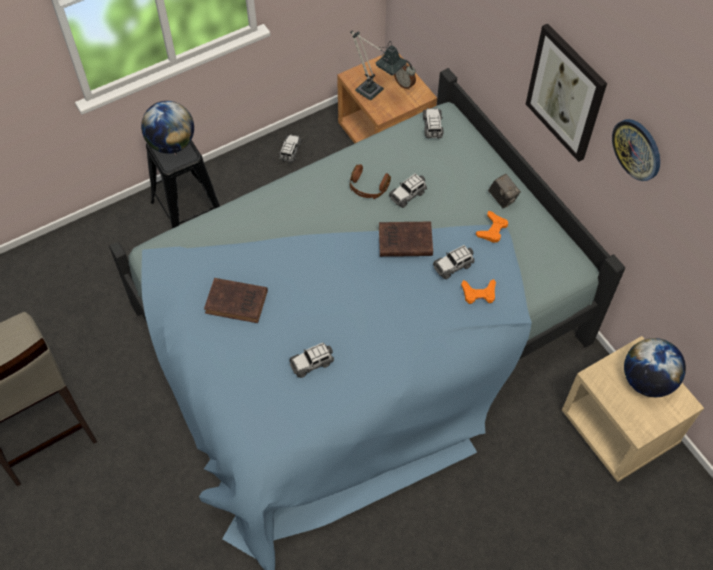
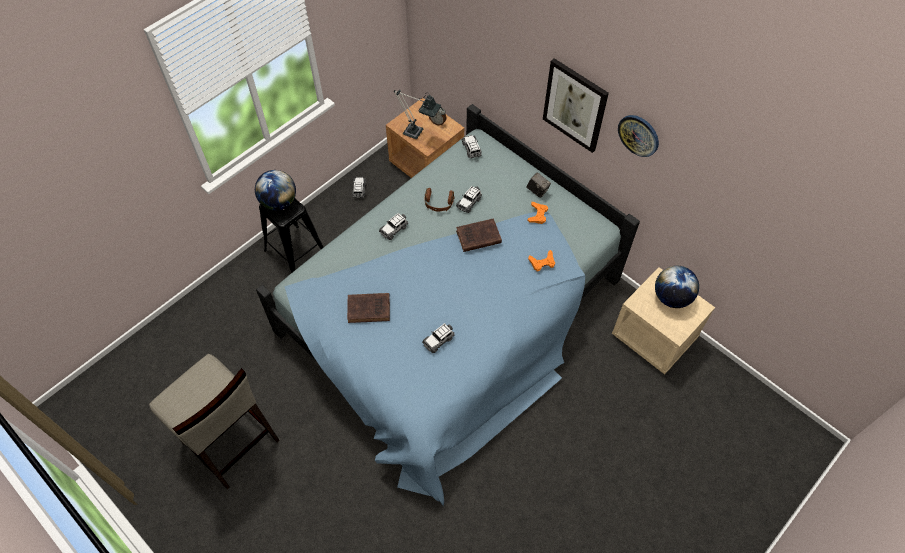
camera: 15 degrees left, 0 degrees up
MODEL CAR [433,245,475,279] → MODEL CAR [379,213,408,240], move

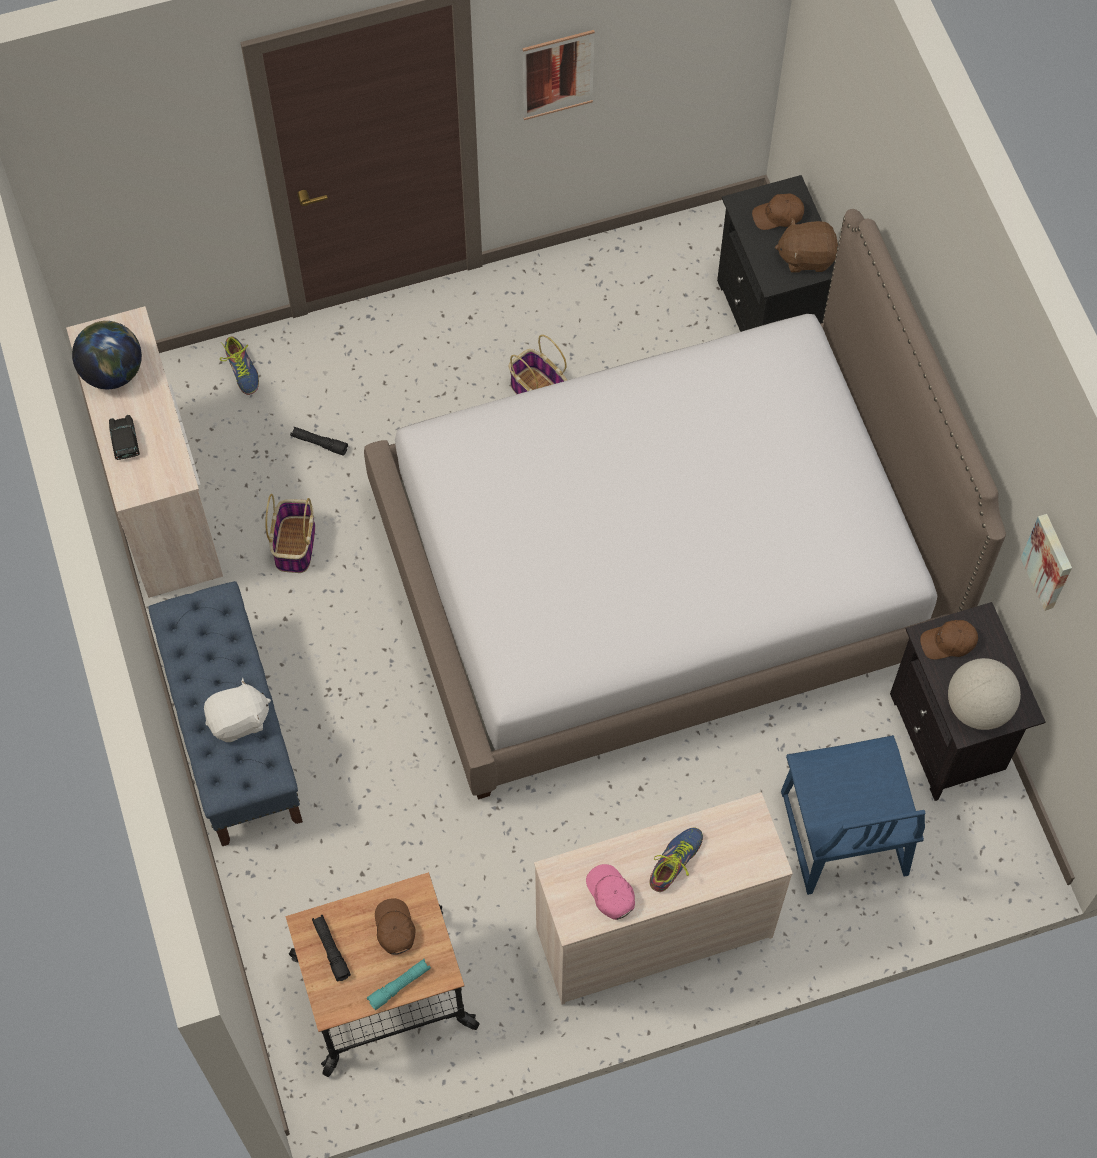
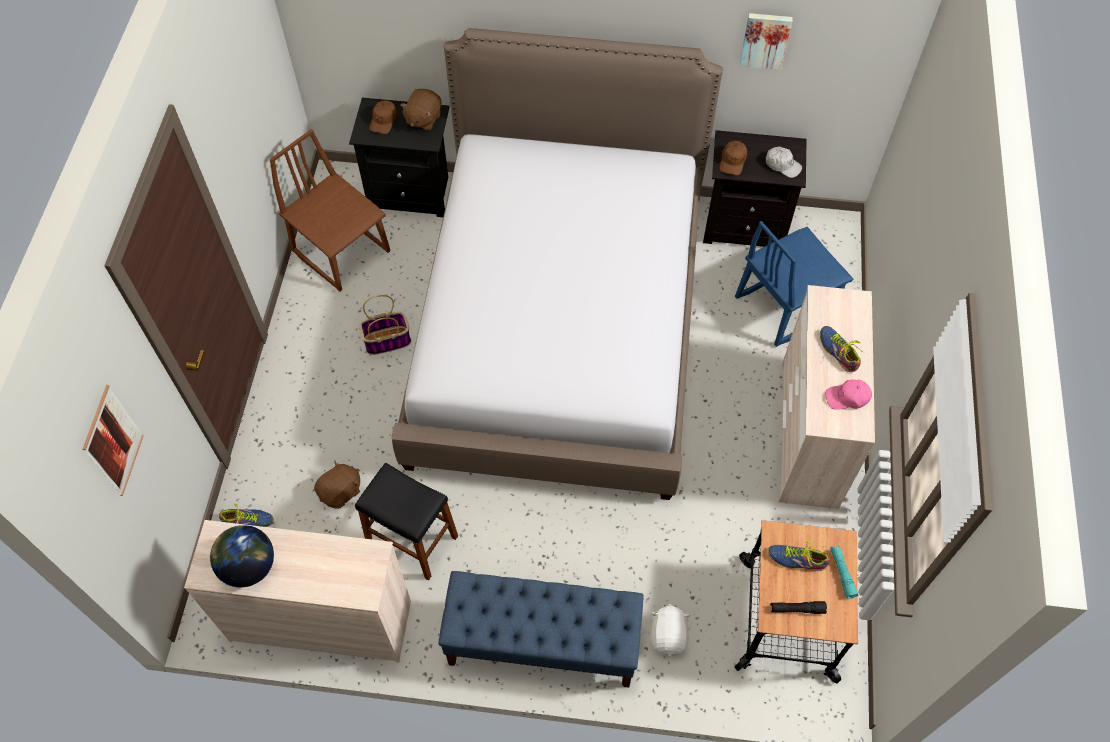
camera: 65 degrees left, 5 degrees down
BLACKISH MODEL CAR [109,415,140,460] → -
WHITE-COLOURED SOFT TOY [204,678,271,742] → WHITE-COLOURED SOFT TOY [651,604,691,656], move
STORAGE BASKET [265,494,315,573] → BLACKISH STOOL [355,463,458,580]
BLACKISH TORCH [290,427,348,456] → BROWNISH SOFT TOY [314,460,360,509]
BROWNISH BASEBALL CAP [375,898,416,955] → SHOE [768,539,829,571]
PICTURE [522,30,595,120] → PICTURE [83,385,144,496], move
BLUE-COLOURED PLAIN CHAIR [781,735,925,895] → BLUE-COLOURED PLAIN CHAIR [735,221,853,347], 135 degrees clockwise
GLOBE [948,658,1021,730] → WHITE-COLOURED BASEBALL CAP [766,147,802,178]
- → BROWNISH PLAIN CHAIR [269,129,390,292]

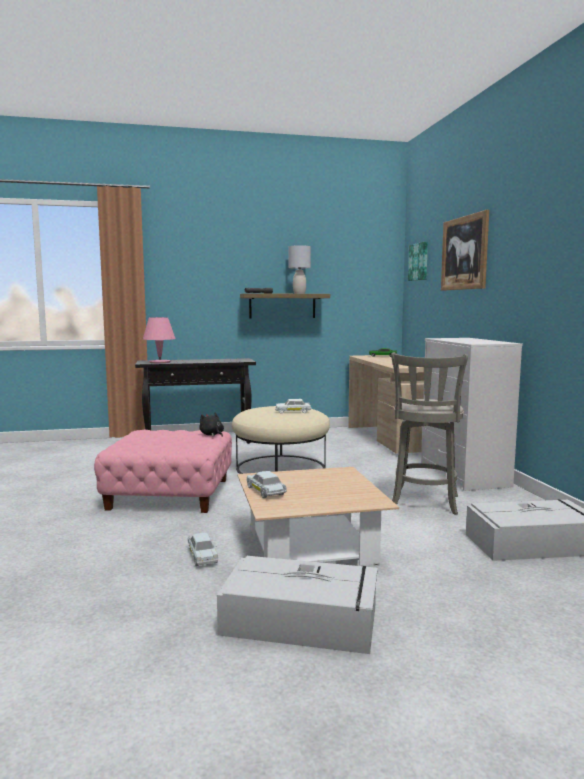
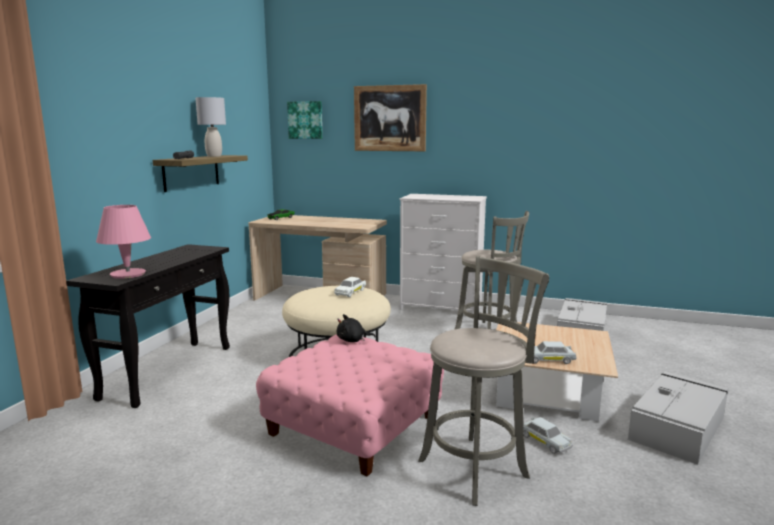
camera: 60 degrees left, 5 degrees up
WHITE-COLOURED MODEL CAR [188,533,218,566] → WHITE-COLOURED MODEL CAR [523,417,573,454], 45 degrees clockwise
- → GREY STOOL [418,256,549,506]

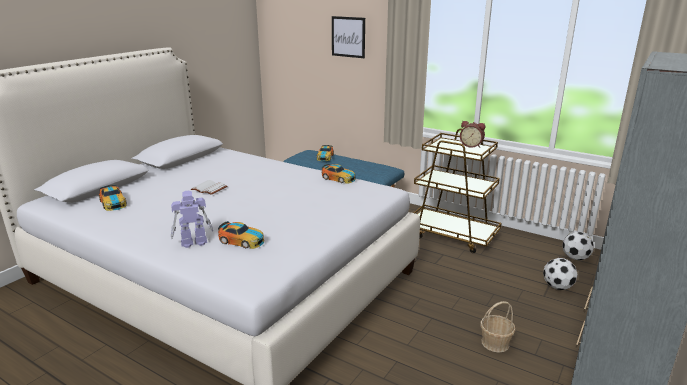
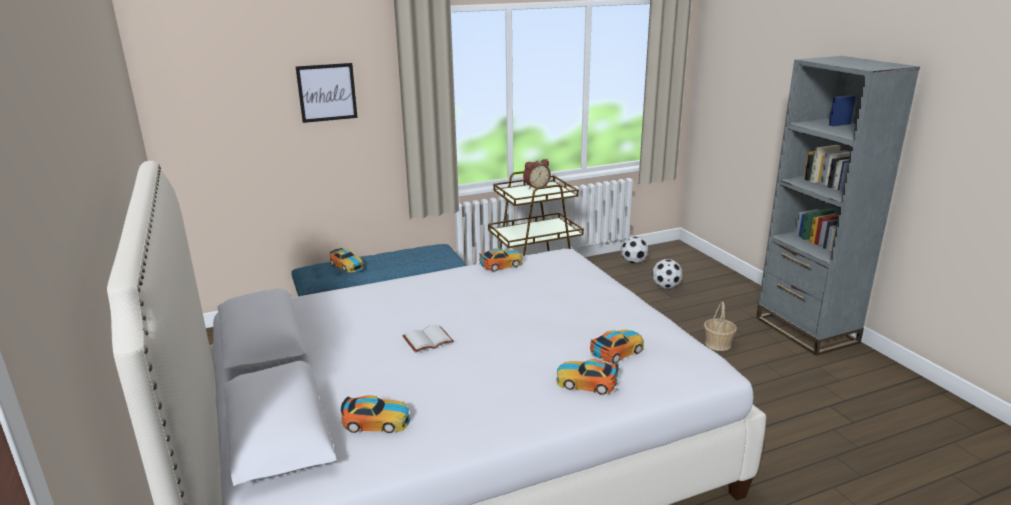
camera: 55 degrees left, 0 degrees up
ROBOT FIGURE [171,191,213,248] → MODEL CAR [556,359,619,395]

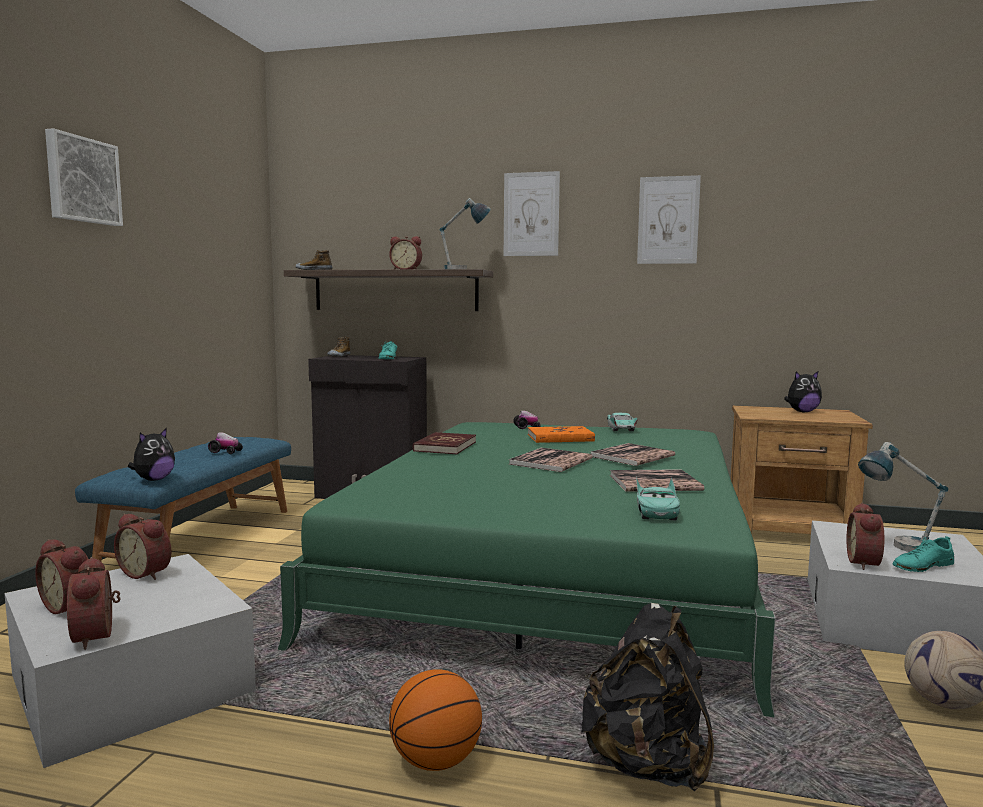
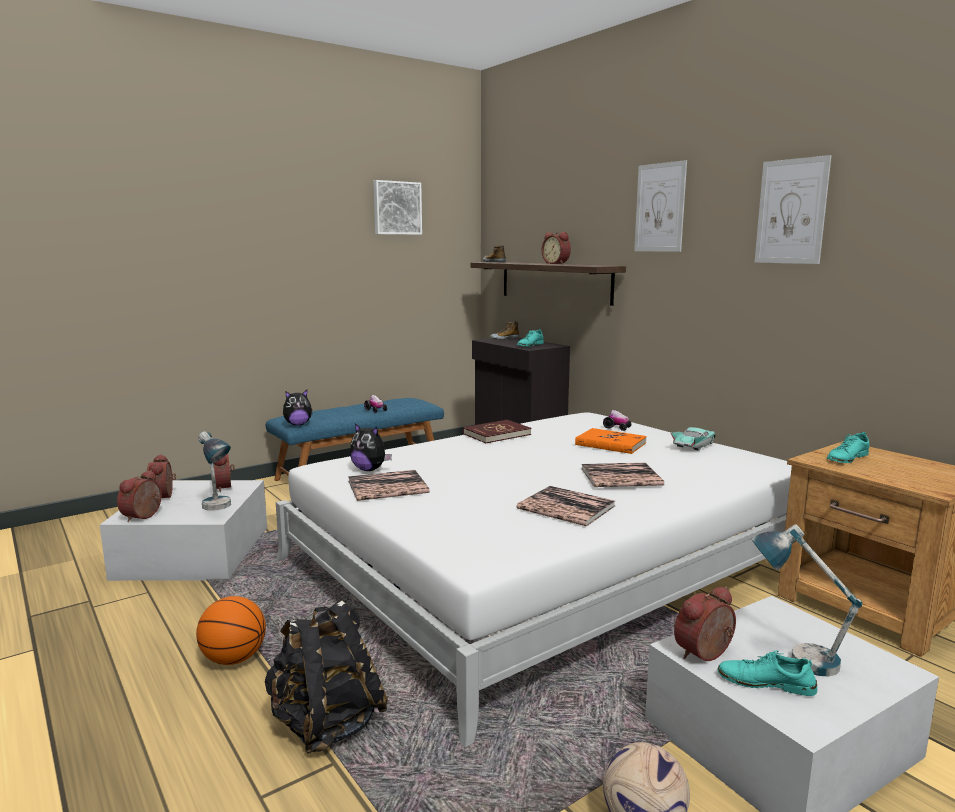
camera: 40 degrees right, 5 degrees up
PICTURE [45,128,123,226] → PICTURE [373,180,422,235], move
GREEN-COLOURED BEDROOM BED [277,422,776,717] → WHITE-COLOURED BEDROOM BED [276,412,792,747]
LAMP FOR A TABLE [440,198,491,269] → LAMP FOR A TABLE [198,431,231,511], move
BOUND BOOK [508,448,593,472] → BOUND BOOK [348,470,429,501], move
TURQUOISE MODEL CAR [636,476,680,520] → -
SOFT TOY [784,371,822,412] → SOFT TOY [350,423,392,471], move
- → TURQUOISE SHOE [827,432,869,463]

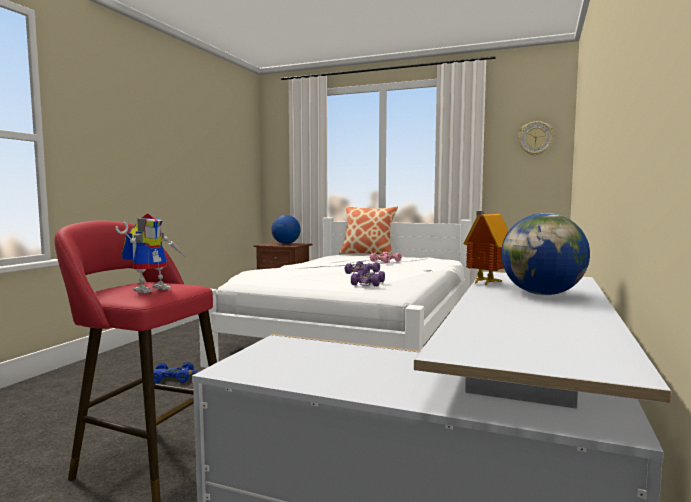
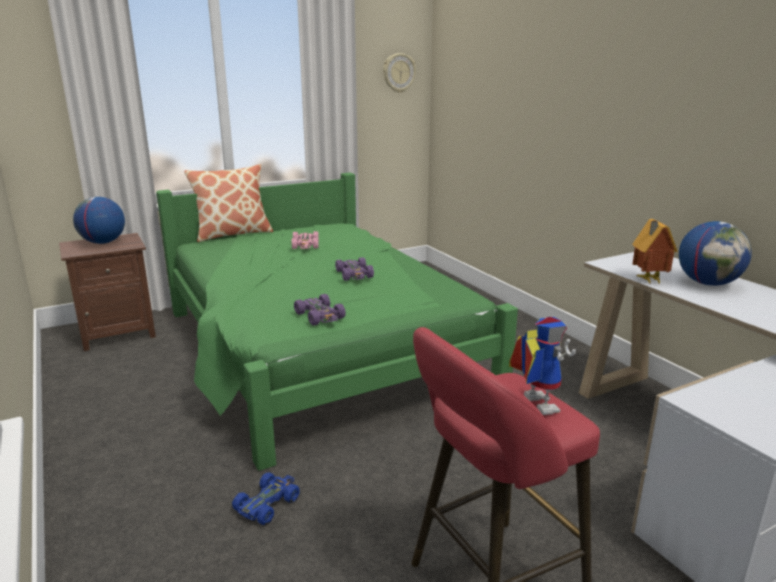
camera: 50 degrees left, 15 degrees up
WHITE-COLOURED BEDROOM BED [199,217,471,368] → GREEN-COLOURED BEDROOM BED [156,173,518,471]
PURPLISH MODEL CAR [351,270,385,286] → PURPLISH MODEL CAR [294,294,346,325], move

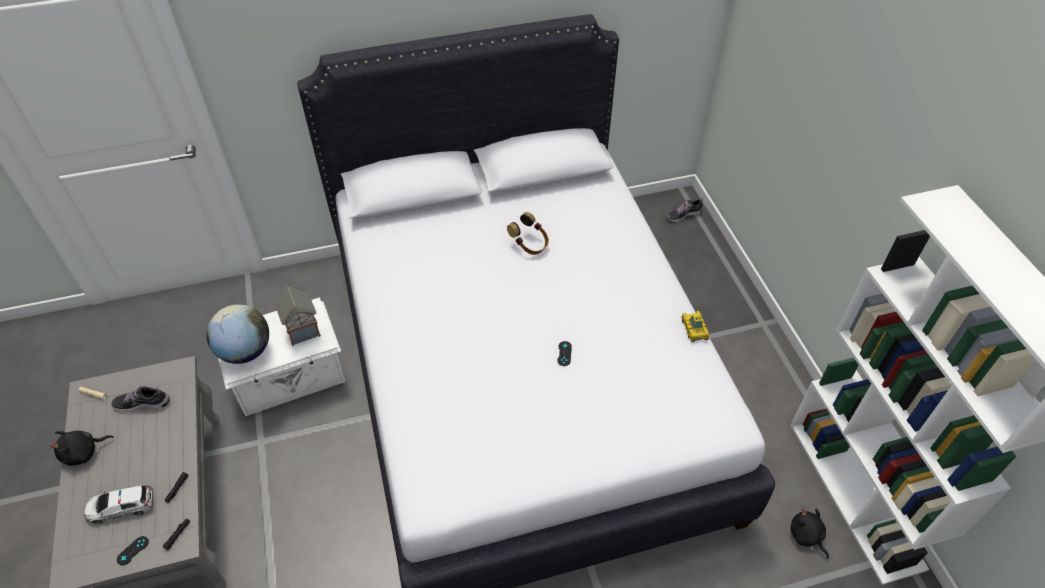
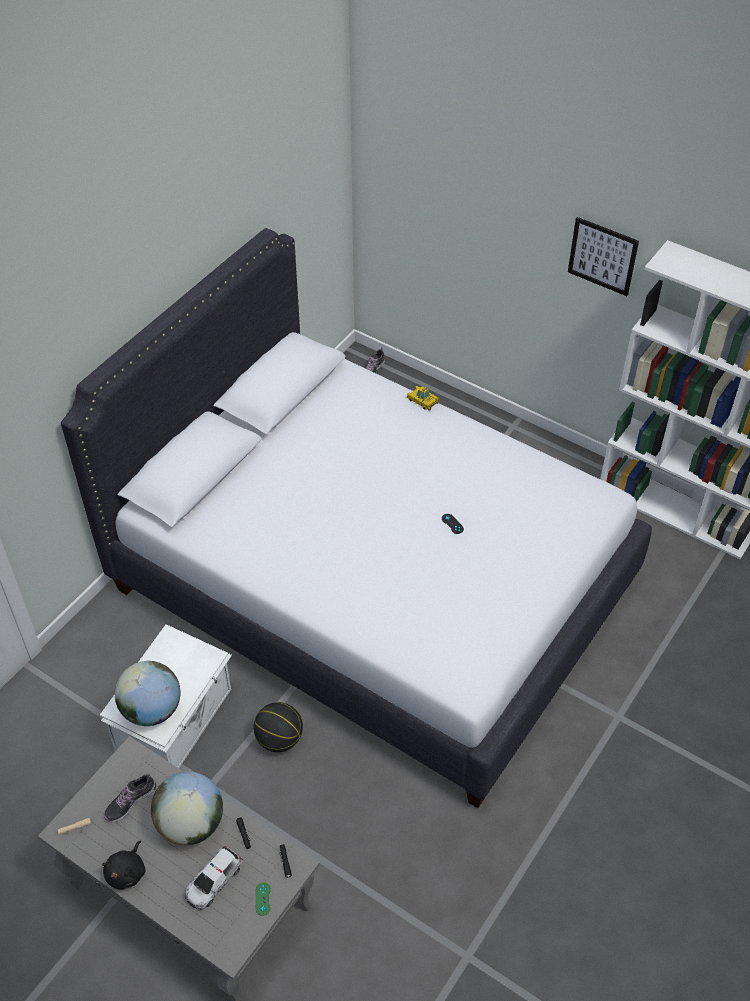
camera: 40 degrees left, 0 degrees up
BLACKISH JOYPAD [117,536,149,565] → GREEN-COLOURED JOYPAD [256,882,271,916]
MODEL HOUSE [274,284,321,346] → -
HEADSET [507,212,549,255] → -
MODEL CAR [681,311,709,342] → MODEL CAR [407,386,439,410], move
BLACKISH SOFT TOY [791,508,829,559] → -
- → GLOBE [151,772,223,845]
- → BALL FOR BASKETBALL [254,702,303,752]
- → PICTURE [568,217,639,296]

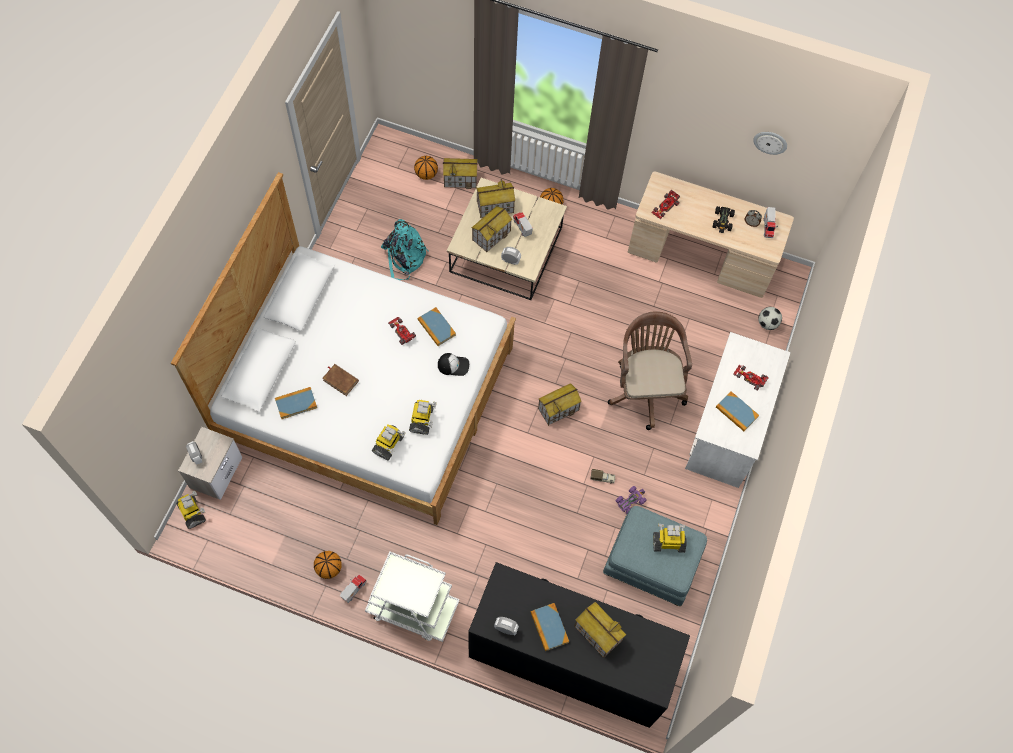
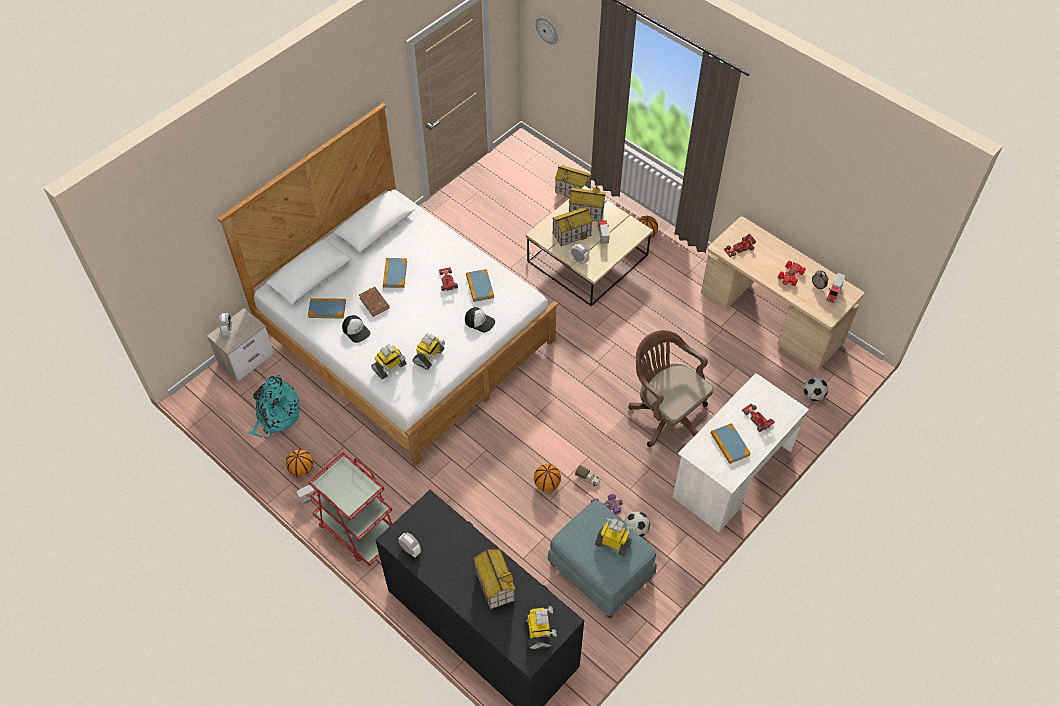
camera: 25 degrees right, 10 degrees down
ROBOT FIGURE [176,491,206,529] → ROBOT FIGURE [525,606,557,649], move
WHITE-COLOURED WHEELED CART [365,552,459,642] → RED-COLOURED WHEELED CART [308,452,392,566]
TURQUOISE KNAPSACK [381,219,429,280] → TURQUOISE KNAPSACK [249,375,301,439], move
BALL FOR BASKETBALL [414,156,438,180] → BALL FOR BASKETBALL [534,464,561,492], move
BOUND BOOK [531,603,569,651] → BOUND BOOK [383,258,407,288], move
MODEL HOUSE [538,383,582,426] → -
BROWNISH COMPUTER CHAIR [608,311,692,430] → BROWNISH COMPUTER CHAIR [628,330,713,447], 60 degrees counterclockwise
BLACKISH MODEL CAR [713,206,735,233] → RED-COLOURED MODEL CAR [778,261,806,286]
CLOCK ON THE WALL [753,132,787,155] → CLOCK ON THE WALL [536,17,558,44], move
- → BASEBALL CAP [342,315,370,343]
- → BALL FOR FOOTBALL [624,511,650,537]

